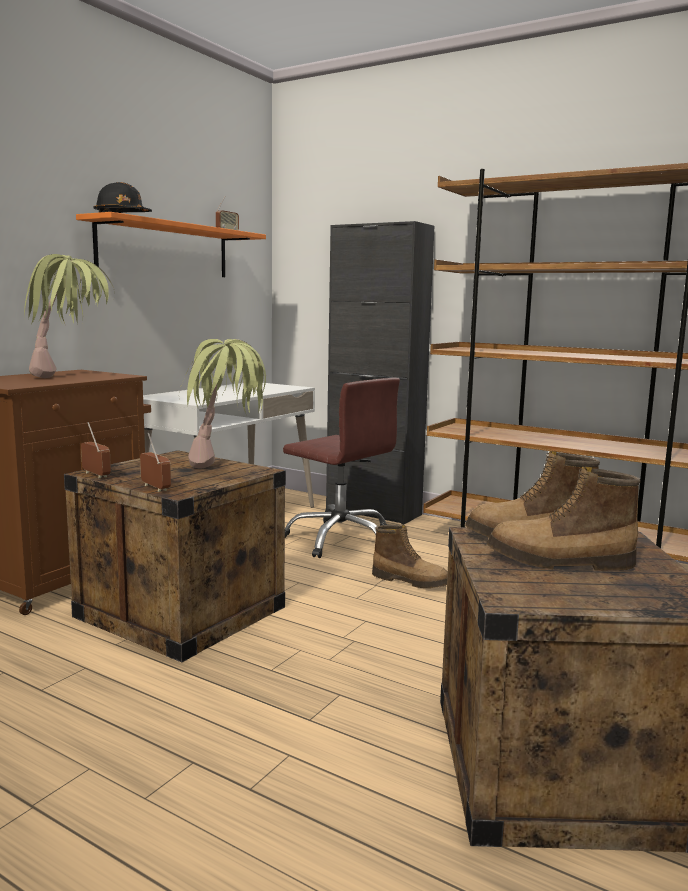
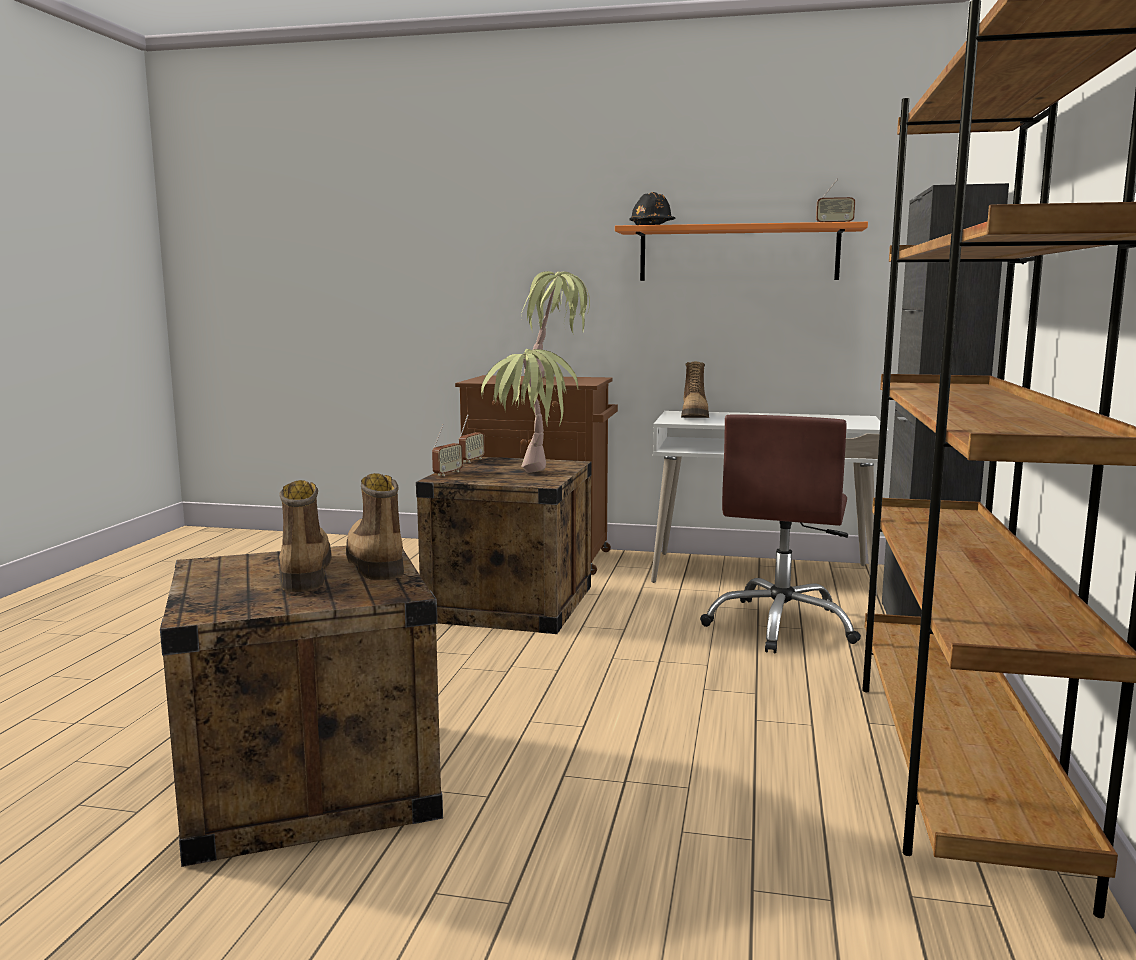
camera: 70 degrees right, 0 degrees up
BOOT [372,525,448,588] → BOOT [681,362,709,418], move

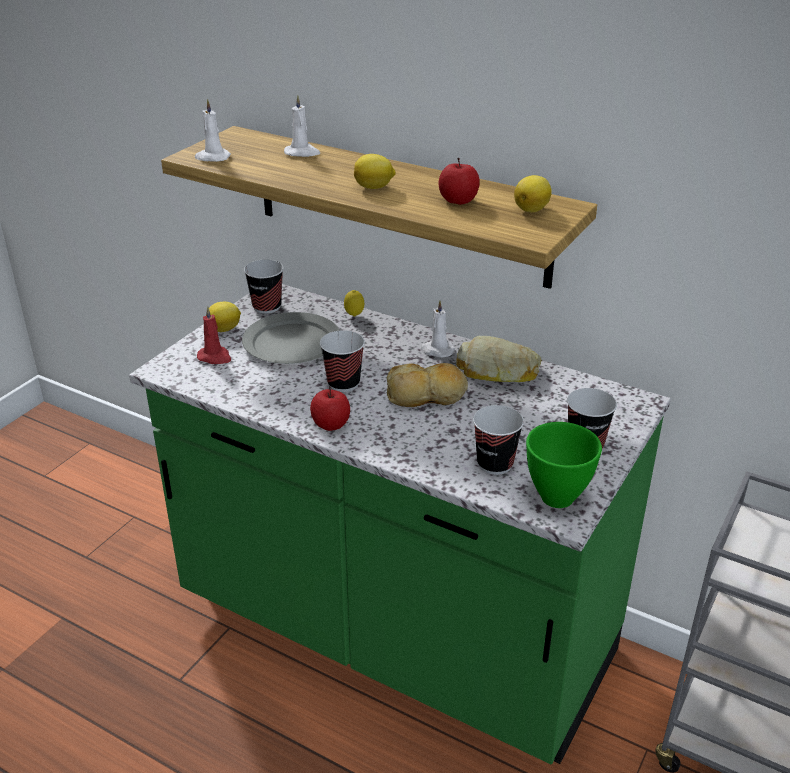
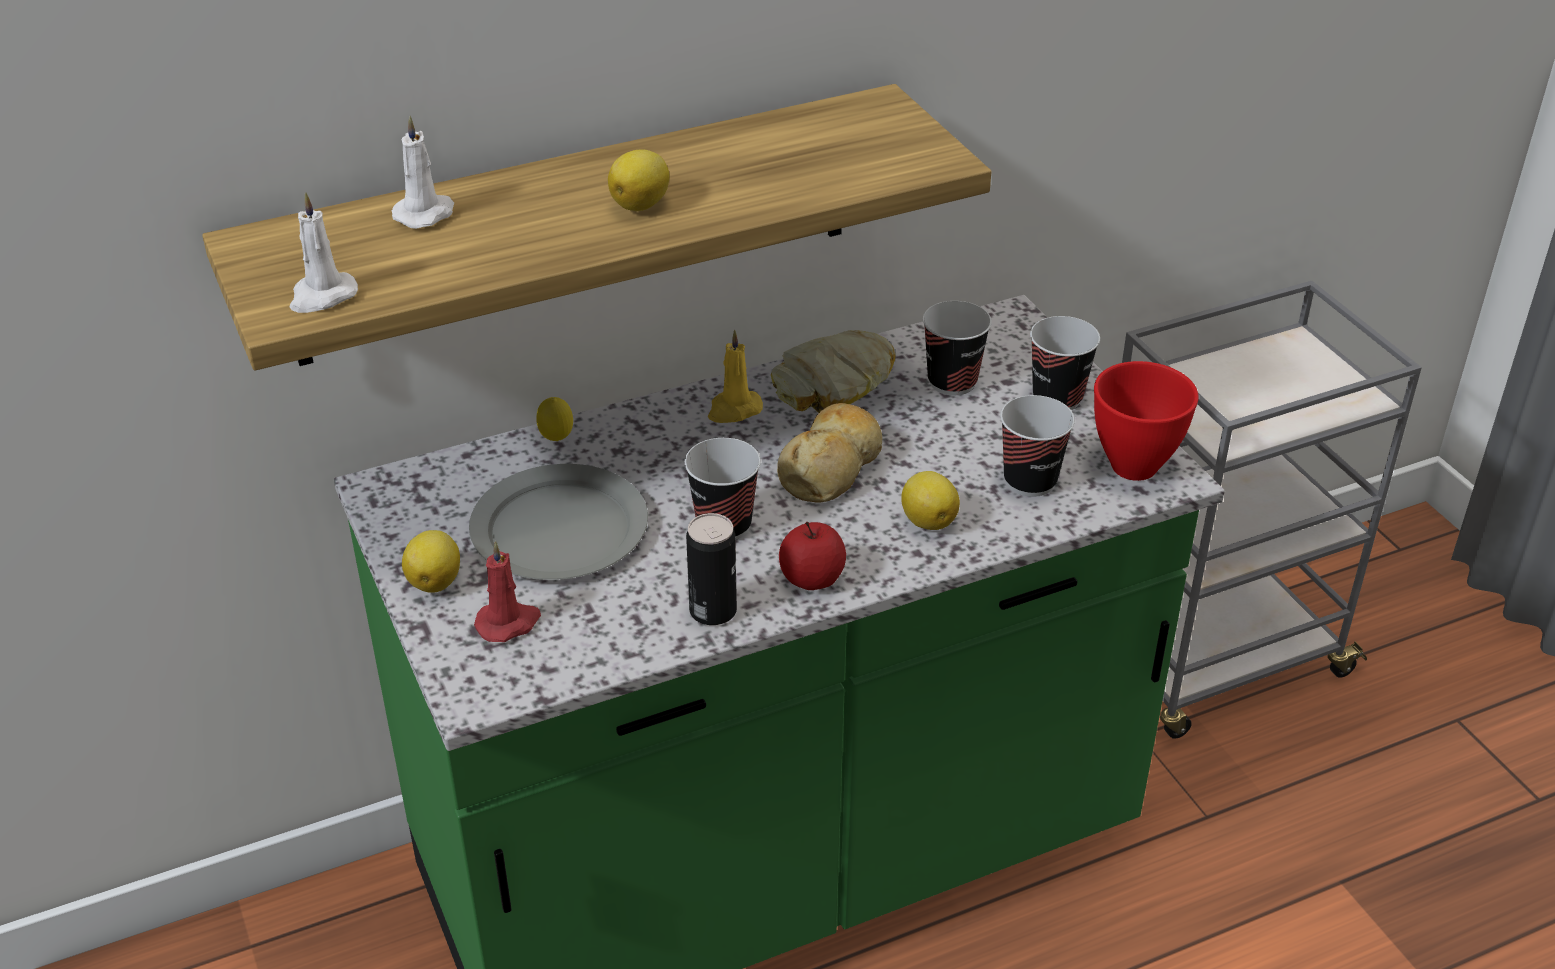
camera: 55 degrees left, 5 degrees up
DRINKING CUP [244,260,284,314] → DRINKING CUP [923,301,992,395], move
WHITE-COLOURED WAX LIGHT [420,300,455,357] → YELLOW WAX LIGHT [708,330,763,423]
APPLE FRUIT [439,158,480,205] → -
WHOLE LEMON [514,175,552,212] → WHOLE LEMON [901,471,960,530], move
GREEN-COLOURED DEEP DISH [526,422,602,508] → RED-COLOURED DEEP DISH [1094,361,1199,481]
- → CAN [686,513,737,625]

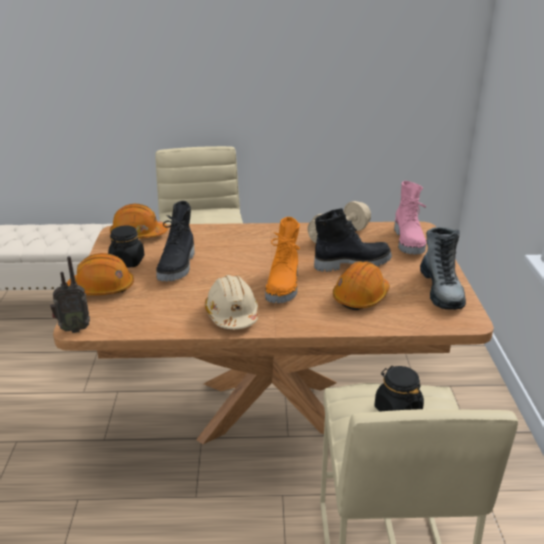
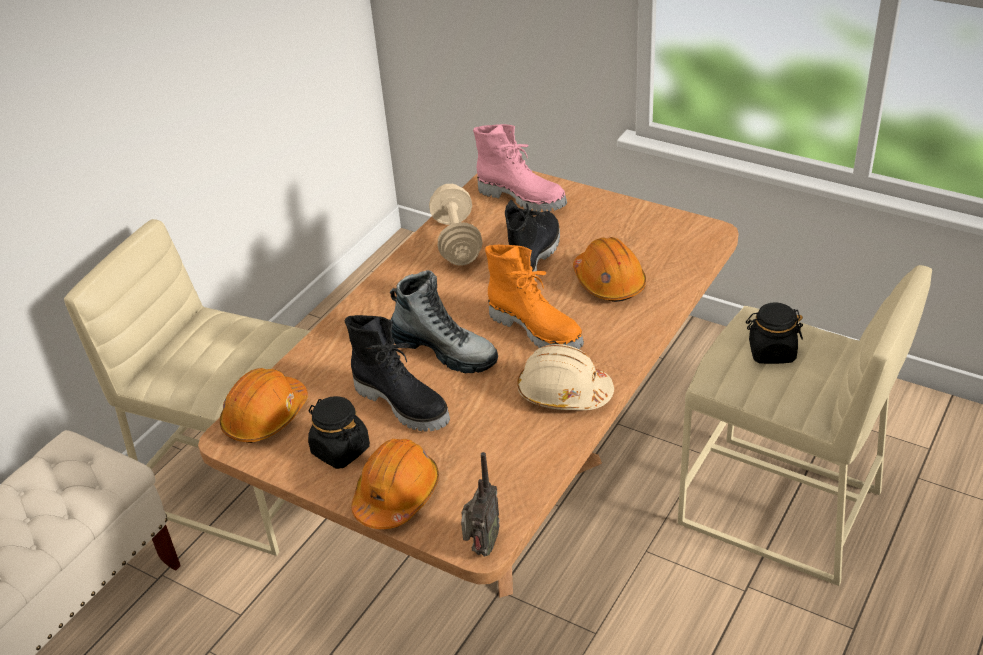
camera: 55 degrees left, 10 degrees up
BOOT [420,227,466,310] → BOOT [390,270,498,373], move

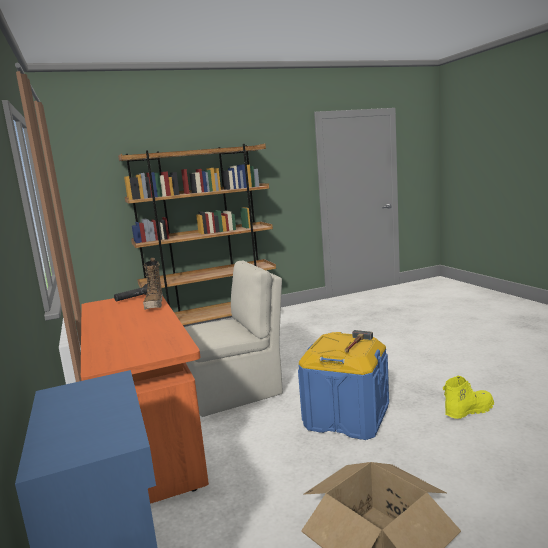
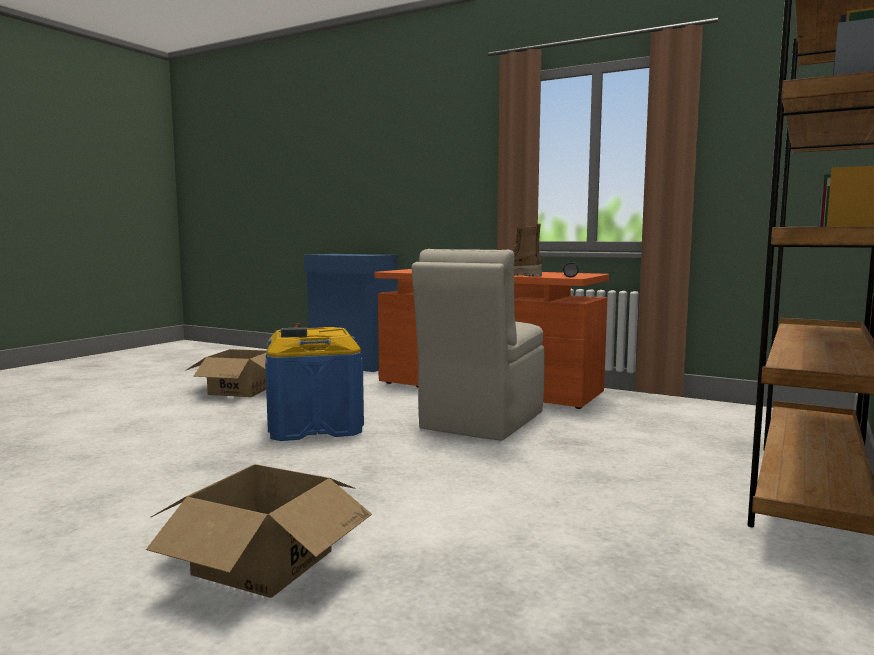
camera: 140 degrees right, 5 degrees down
YELLOW BOOT [443,376,494,419] → -
- → CARTON [146,464,372,598]

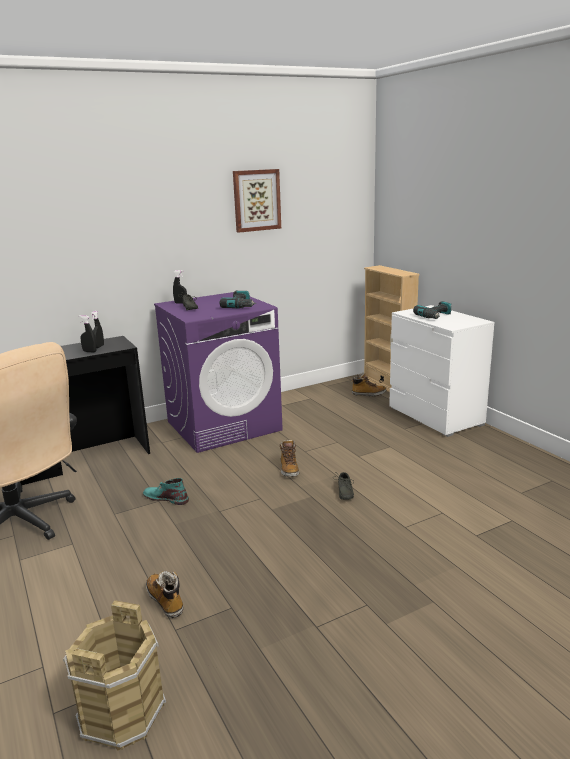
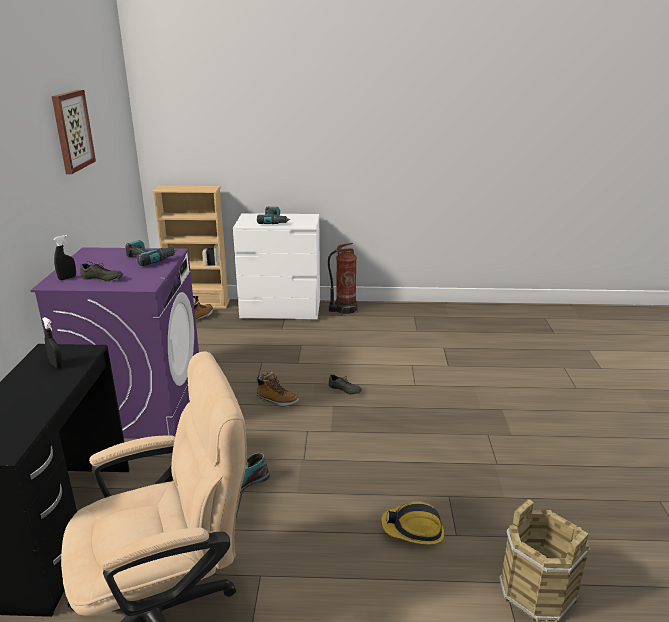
camera: 60 degrees left, 5 degrees up
BLACKISH HAND SPRAYER [79,315,97,352] → -
BOOT [146,571,184,618] → HARD HAT [381,501,444,544]
- → FIRE EXTINGUISHER [328,243,358,315]

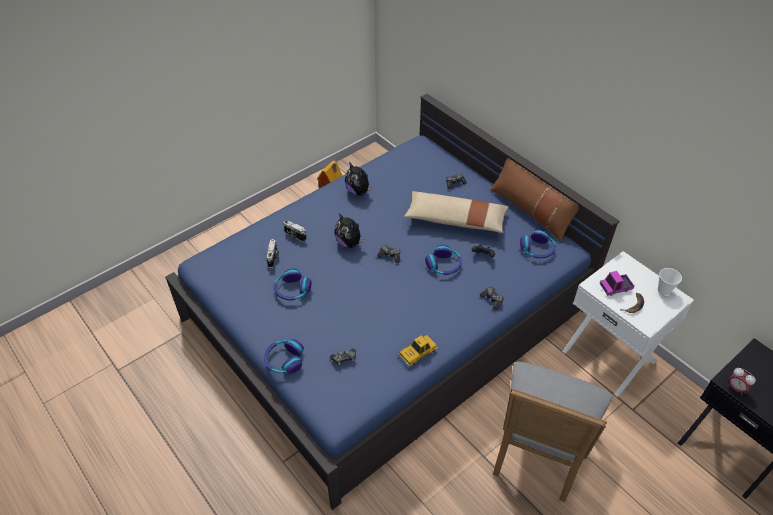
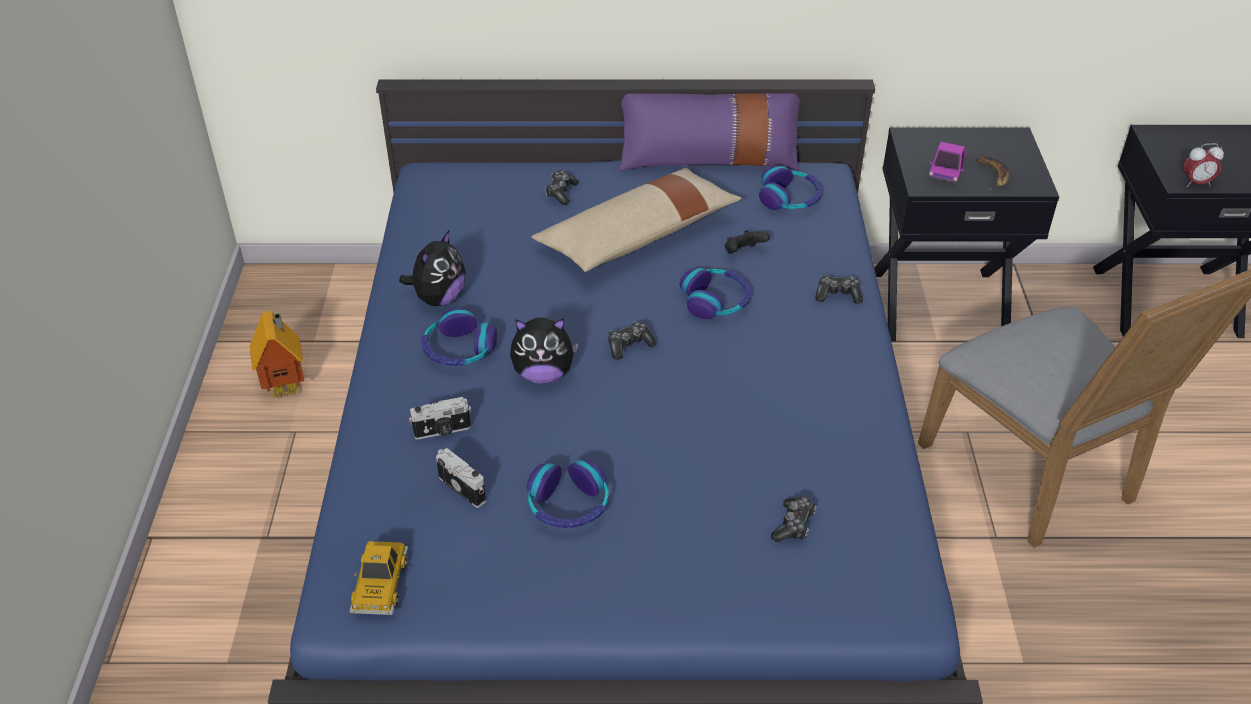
camera: 50 degrees left, 5 degrees down
HEADSET [264,339,304,374] → HEADSET [421,308,497,366], move
SOFT TOY [345,162,373,196] → SOFT TOY [399,230,466,306], 60 degrees counterclockwise
MODEL CAR [398,335,438,367] → MODEL CAR [349,541,408,615], move
BROWNISH THROW PILLOW [490,158,579,242] → PURPLISH THROW PILLOW [619,93,800,171]
WHITE-COLOURED NIGHT TABLE [562,251,694,397] → BLACKISH NIGHT TABLE [875,127,1059,342]
DRINKING CUP [658,268,682,295] → -

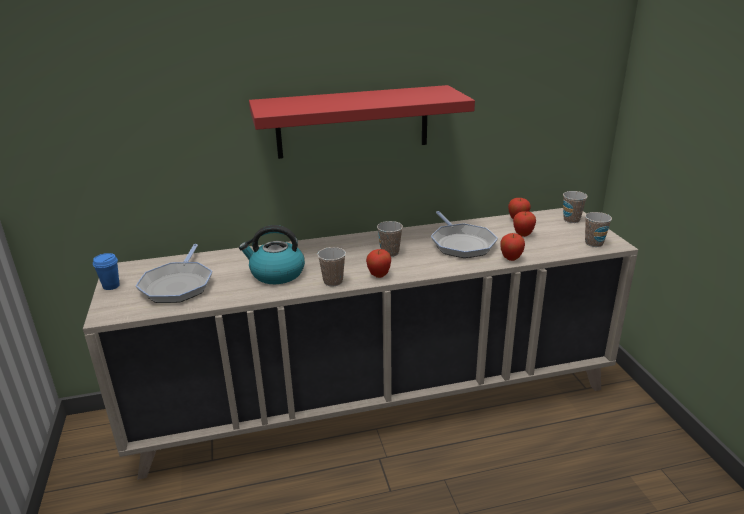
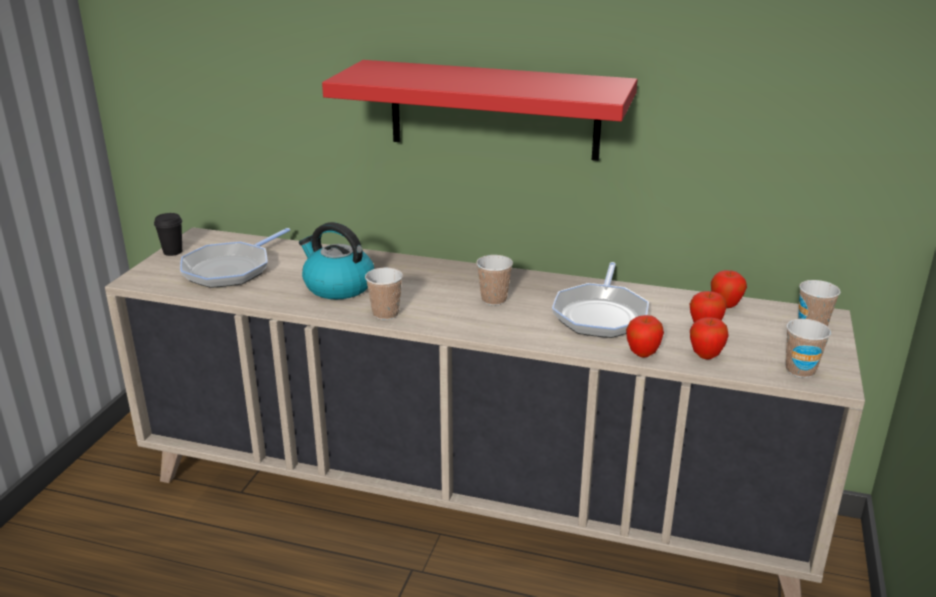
camera: 30 degrees right, 0 degrees up
BLUE-COLOURED DRINKING CUP [93,253,120,290] → BLACKISH DRINKING CUP [154,213,182,256]
APPLE FRUIT [366,249,391,278] → APPLE FRUIT [690,317,729,359], move

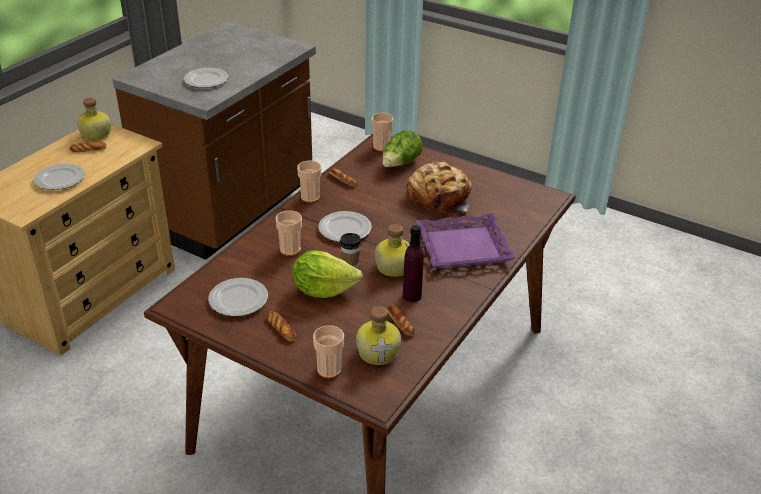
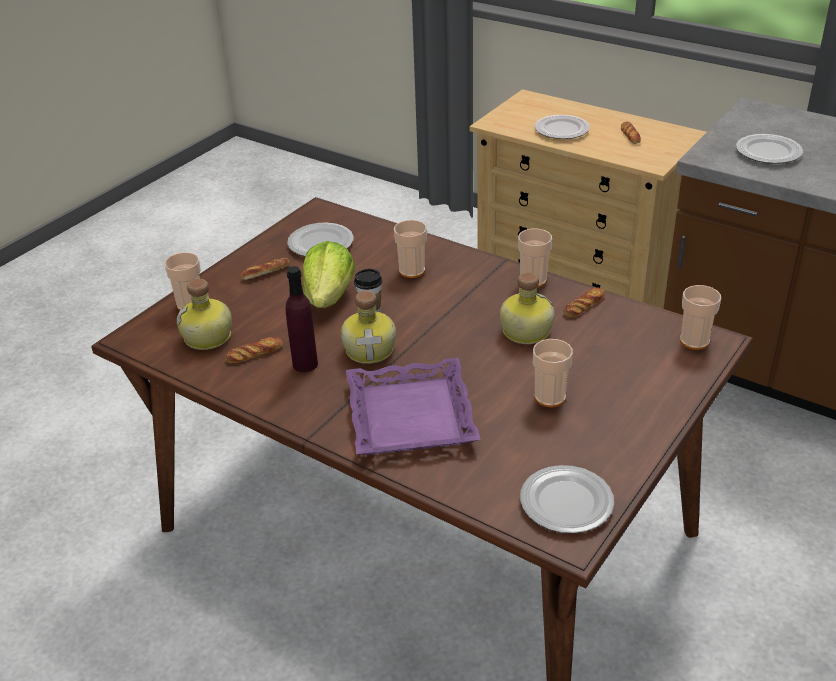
camera: 95 degrees right, 0 degrees up
BOTTLE [77,97,111,141] → BOTTLE [500,272,555,344], move
FLAT DISH [318,211,372,242] → FLAT DISH [520,465,614,534], move
LETTUCE [382,130,423,167] → -
BAKED BREAD [407,162,472,211] → DRINKING CUP [533,339,573,407]

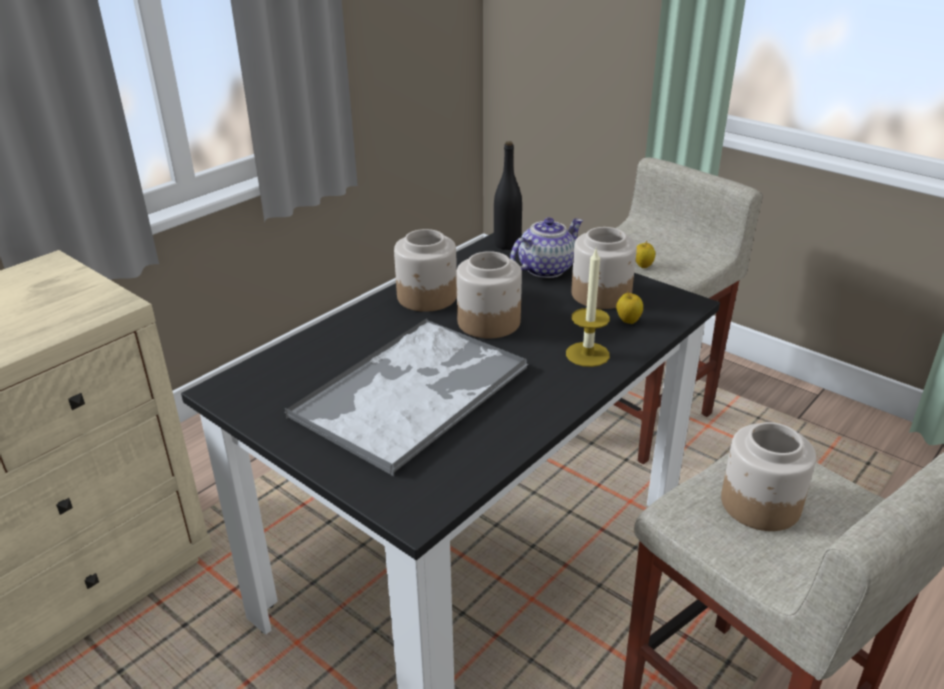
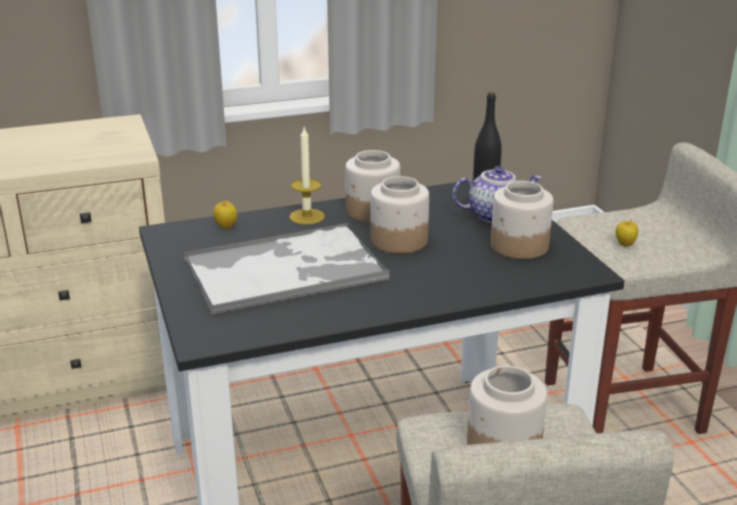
camera: 30 degrees right, 5 degrees down
WAX LIGHT [566,249,610,367] → WAX LIGHT [289,128,325,225], move
APPLE FRUIT [616,291,643,324] → APPLE FRUIT [214,198,237,229], move

